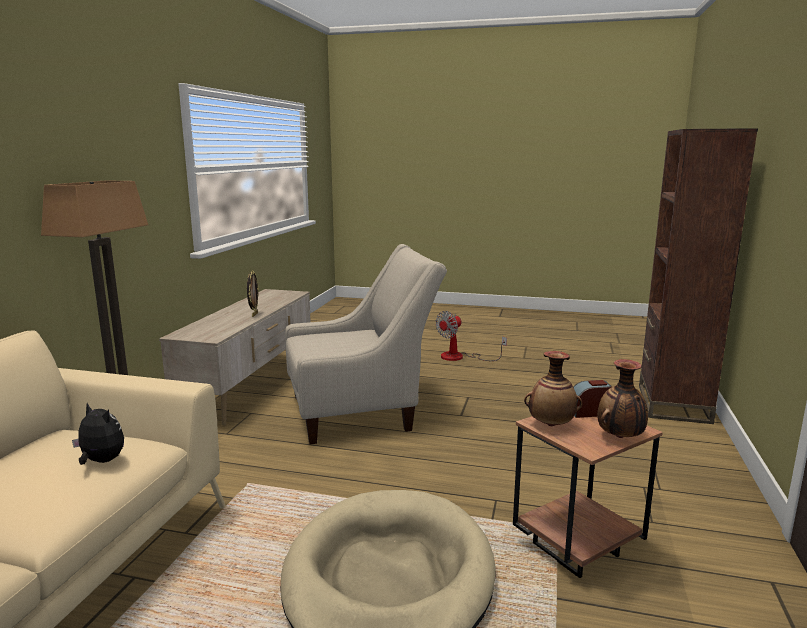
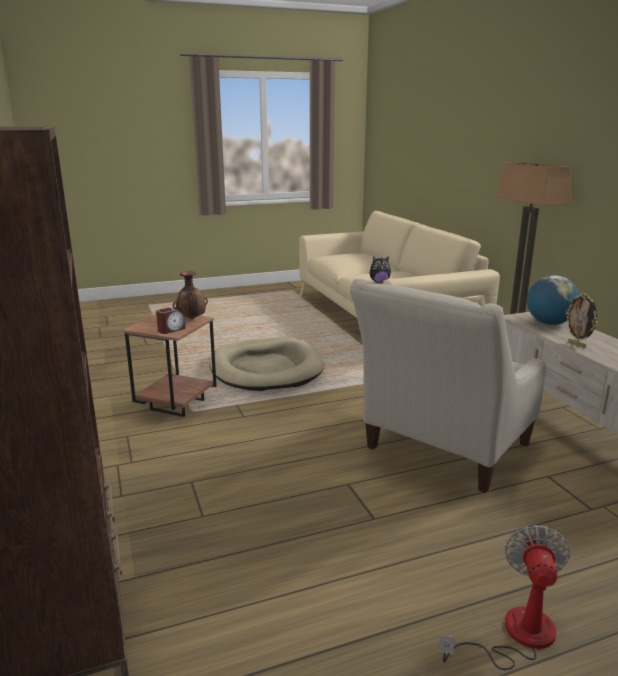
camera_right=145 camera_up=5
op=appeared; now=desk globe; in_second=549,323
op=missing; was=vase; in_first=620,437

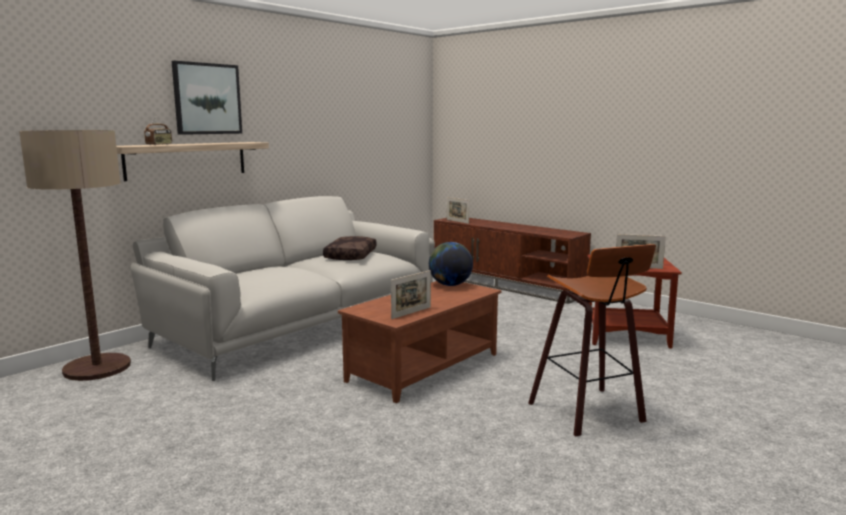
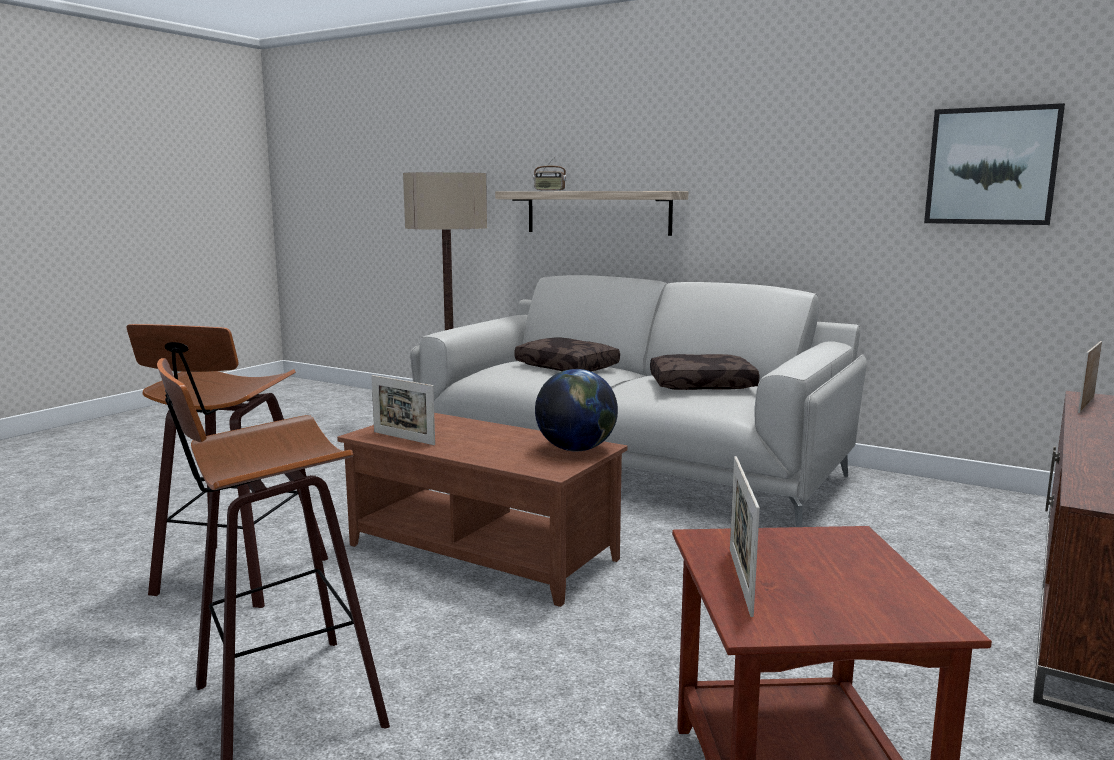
camera_right=80 camera_up=0
op=appeared; now=stool; in_second=236,578
op=appeared; now=brownish pillow; in_second=568,367
op=relocated; was=picture; in_first=207,99; in_second=991,166

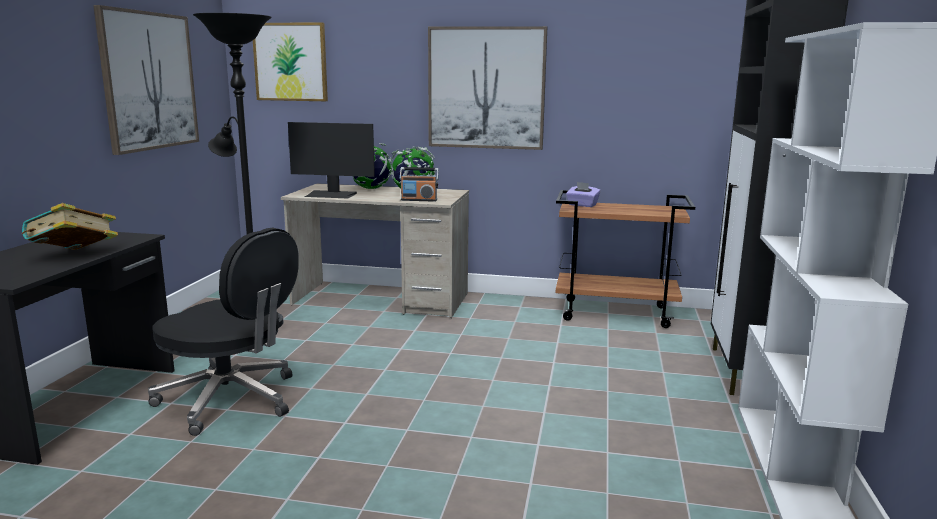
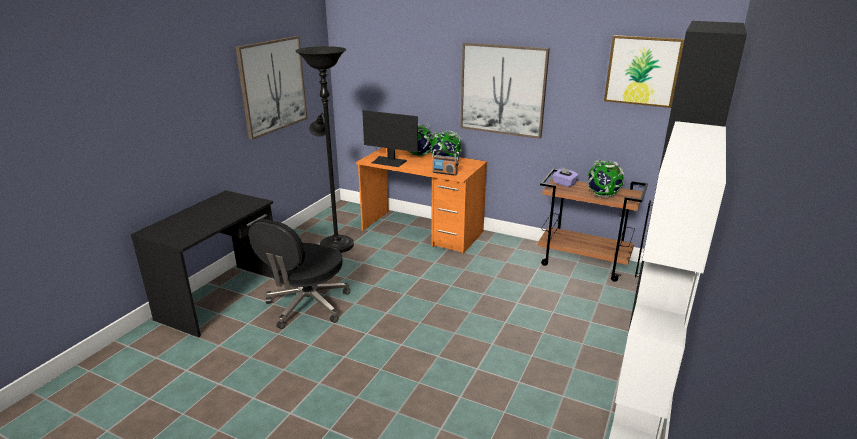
camera_right=15 camera_up=10
op=spun; was=black-coloured computer chair; in_first=231,400; in_second=307,306; clockwise=75
op=colour; was=beige-coloured desk; now=orange desk; in_first=381,299; in_second=422,231
op=appeared; now=desk globe; in_second=602,195
op=relocated; was=picture; in_first=290,62; in_second=642,71
op=missing; was=volume; in_first=74,256

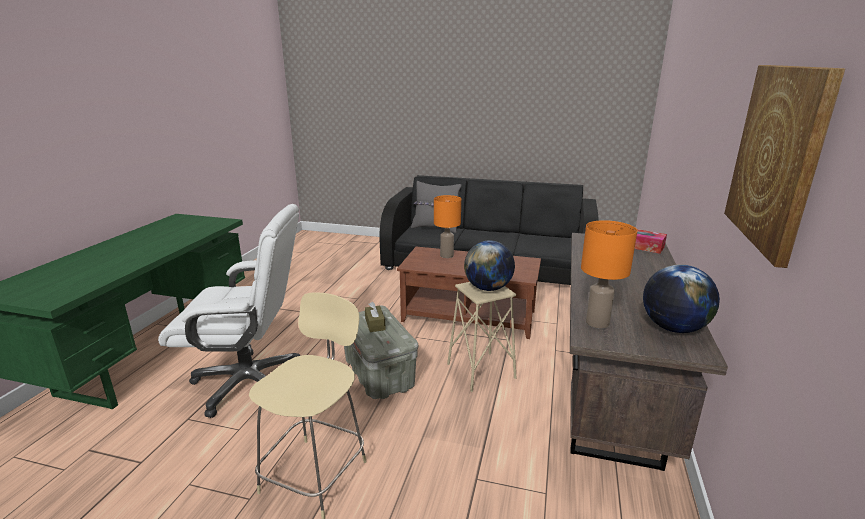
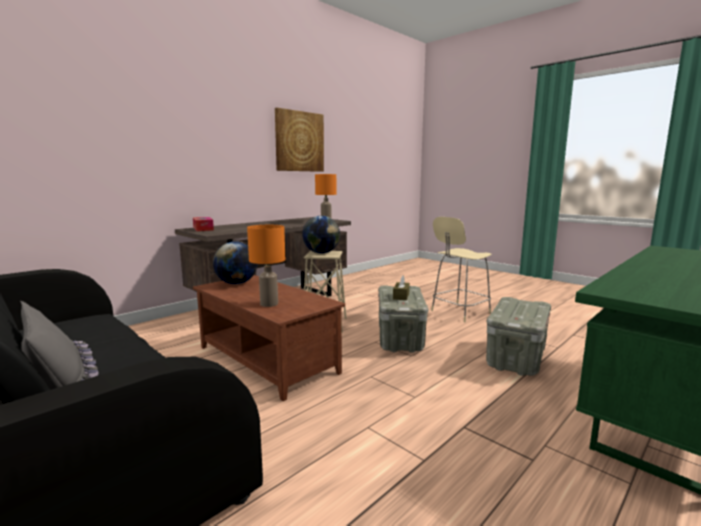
camera_right=-150 camera_up=-10
op=relocated; was=desk globe; in_first=673,328; in_second=237,283
op=exchanged; was=white computer chair; now=greyish storage box; in_first=250,382; in_second=515,358

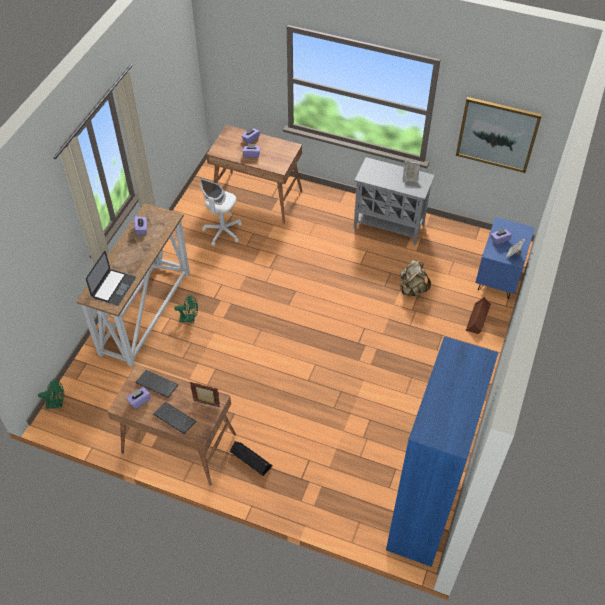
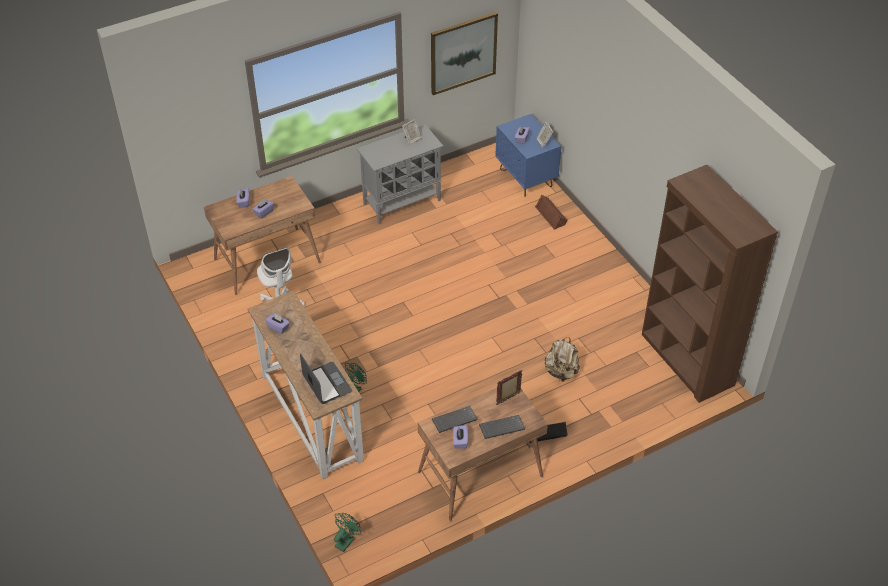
camera_right=-50 camera_up=-5
op=relocated; was=beige-coloured knapsack; in_first=412,289; in_second=561,372
op=colour; was=blue-coloured bookshelf; now=brownish bookshelf; in_first=423,511; in_second=686,360

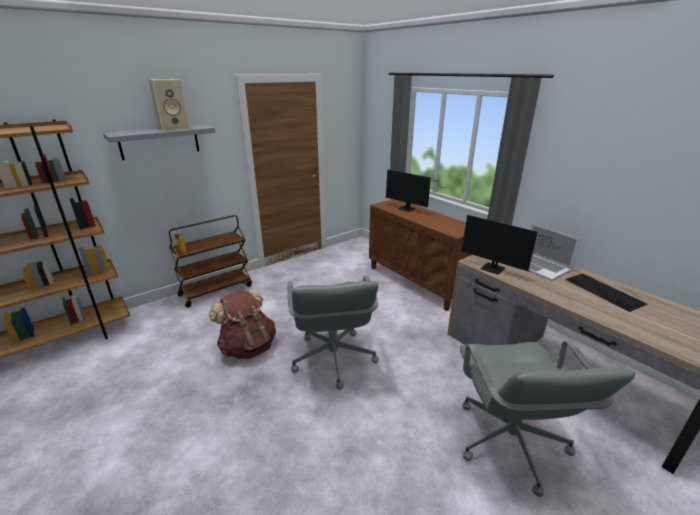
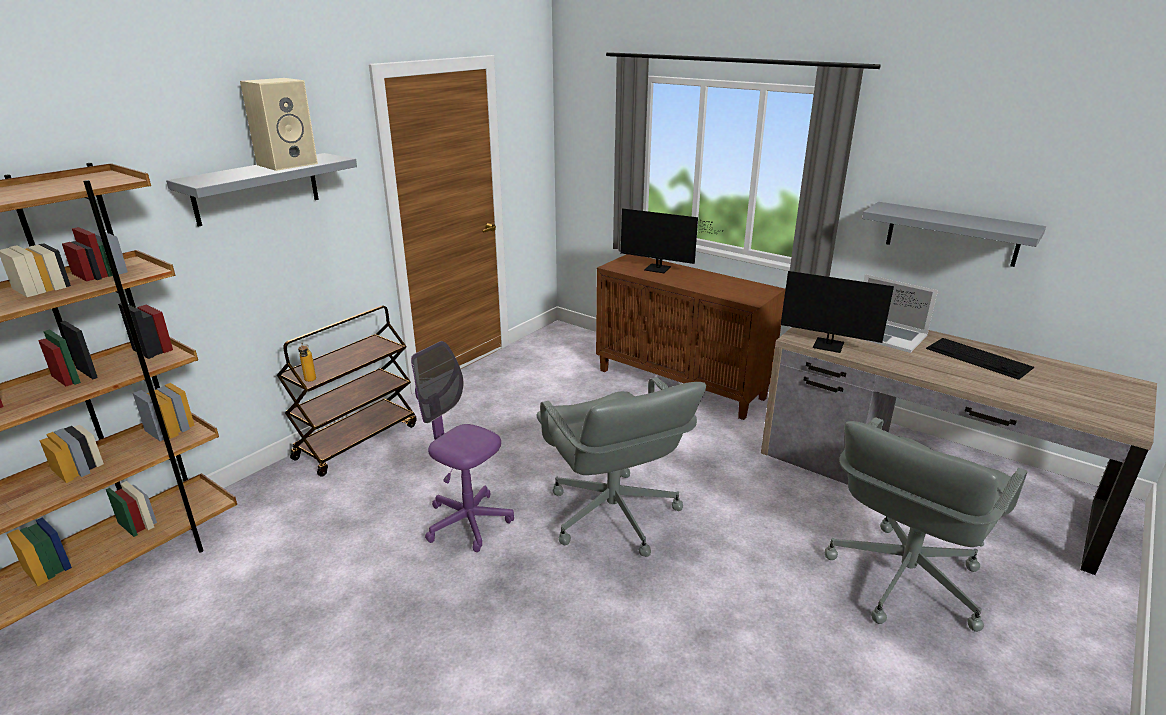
camera_right=-15 camera_up=0
op=exchanged; was=brownish knapsack; now=purple computer chair; in_first=248,347; in_second=468,522
op=spun; was=greyish computer chair; in_first=510,443; in_second=902,579; clockwise=60
op=appeared; now=greyish wall shelf; in_second=952,234

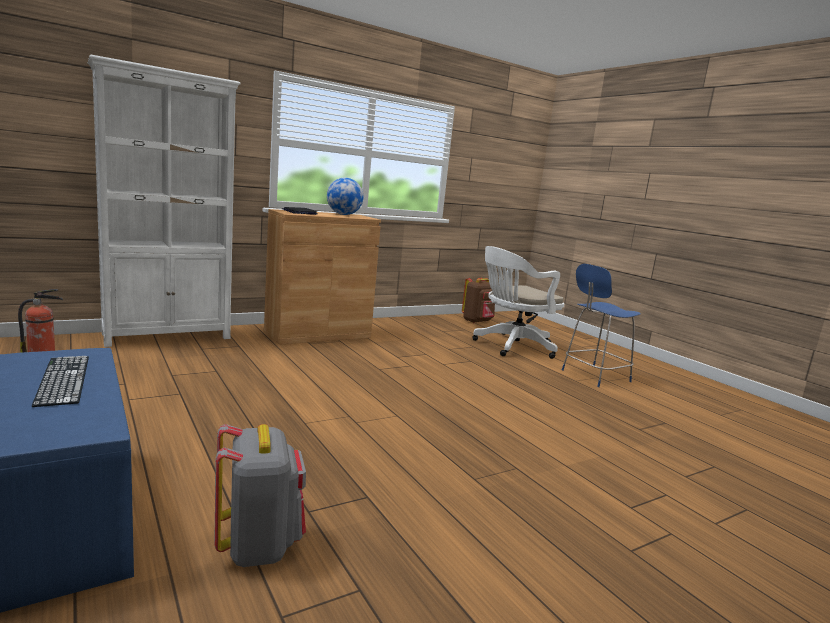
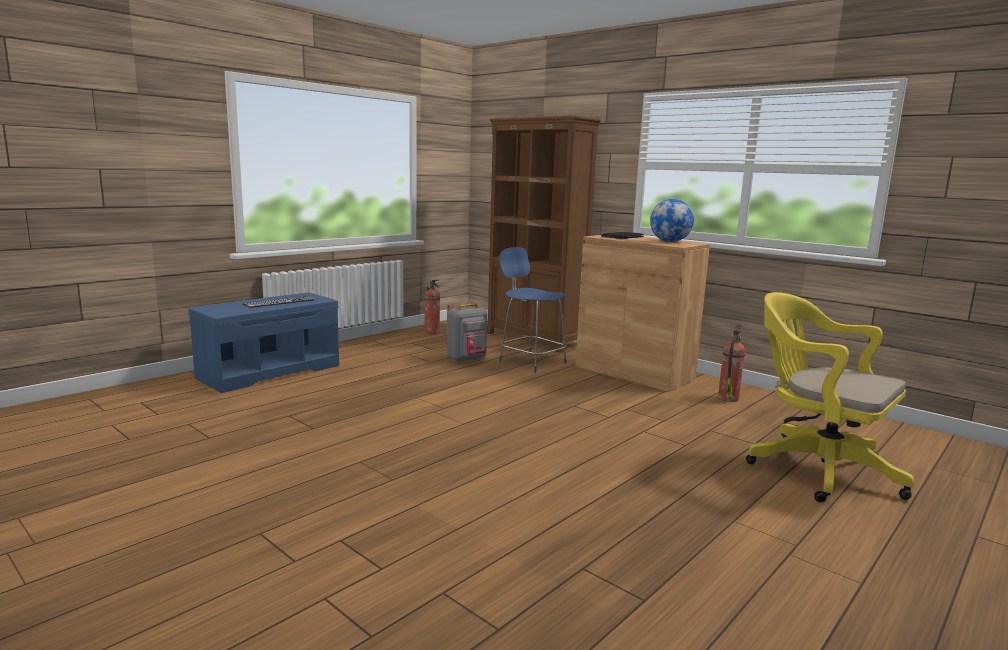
camera_right=75 camera_up=0
op=relocated; was=greyish knapsack; in_first=259,545; in_second=467,359
op=colour; was=white bookshelf; now=brownish bookshelf; in_first=168,336; in_second=534,339
op=relocated; was=blue-coloured plain chair; in_first=594,376; in_second=530,362
op=appeared; now=fire-fighting cylinder; in_second=728,398
op=colour; was=white computer chair; now=yellow-coloured computer chair; in_first=511,346; in_second=816,469
op=missing; was=brownish knapsack; in_first=477,321

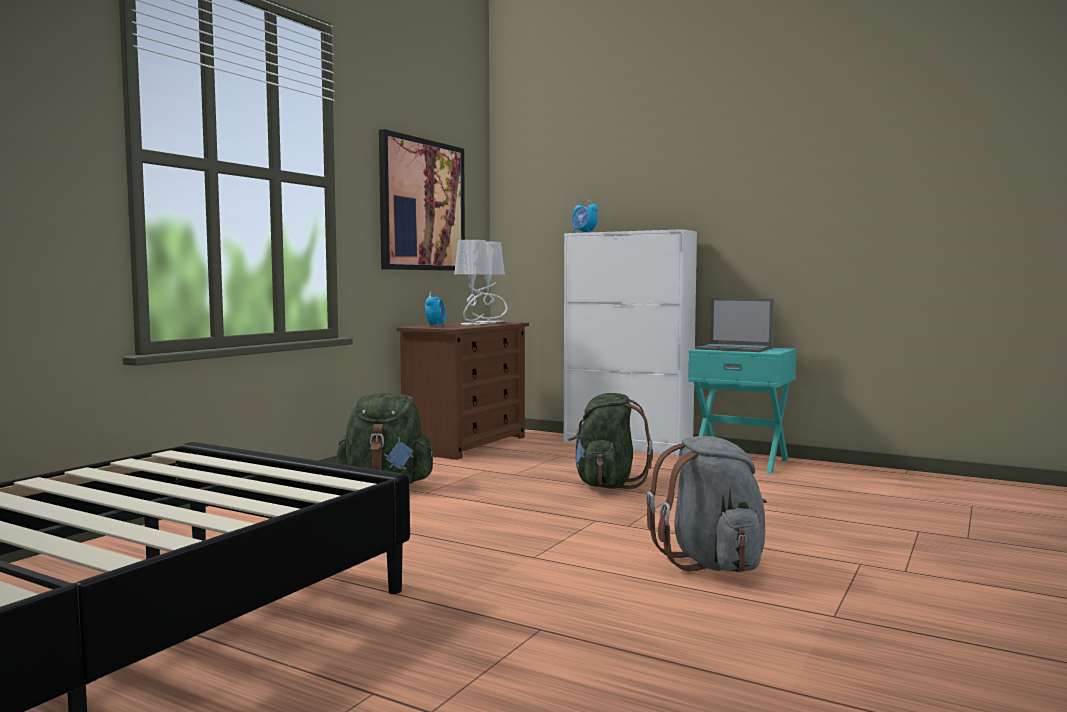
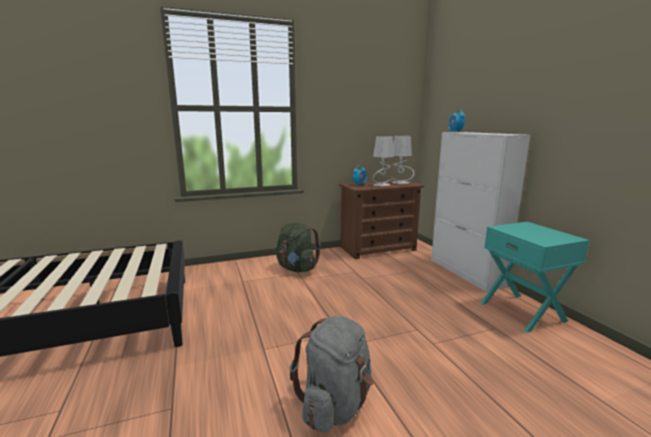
camera_right=40 camera_up=10
op=missing; was=picture; in_first=422,205
op=missing; was=greenish knapsack; in_first=607,484
op=missing; was=portable computer; in_first=735,349

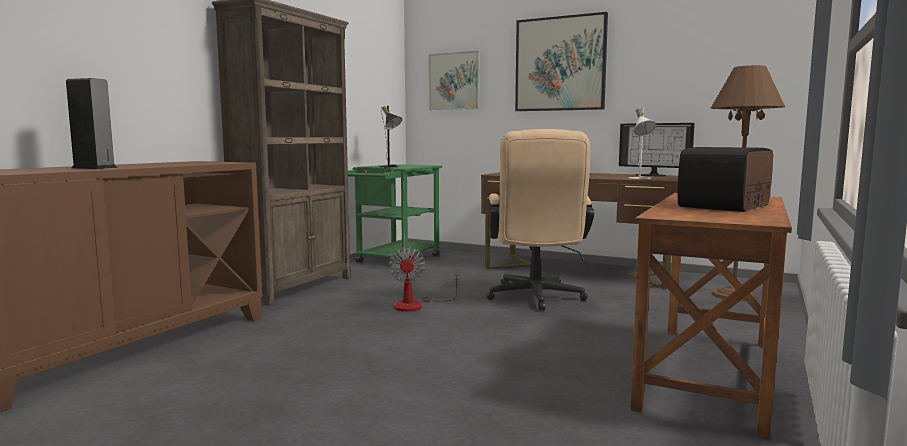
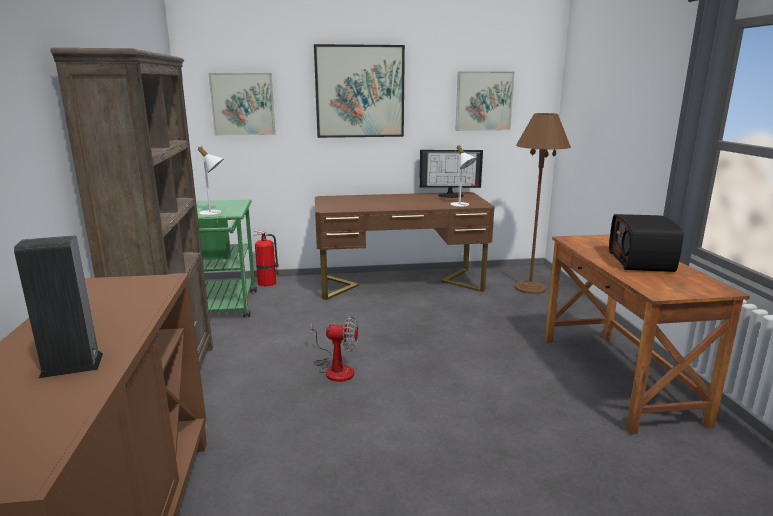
camera_right=-35 camera_up=10
op=colour; was=black-coloured table lamp; now=white table lamp; in_first=390,167; in_second=214,213
op=appeared; now=fire-fighting cylinder; in_second=268,283
op=spun; was=cooling fan; in_first=417,305; in_second=335,369; clockwise=-45
op=appeared; now=picture; in_second=484,101
op=missing; was=beige-coloured computer chair; in_first=536,298

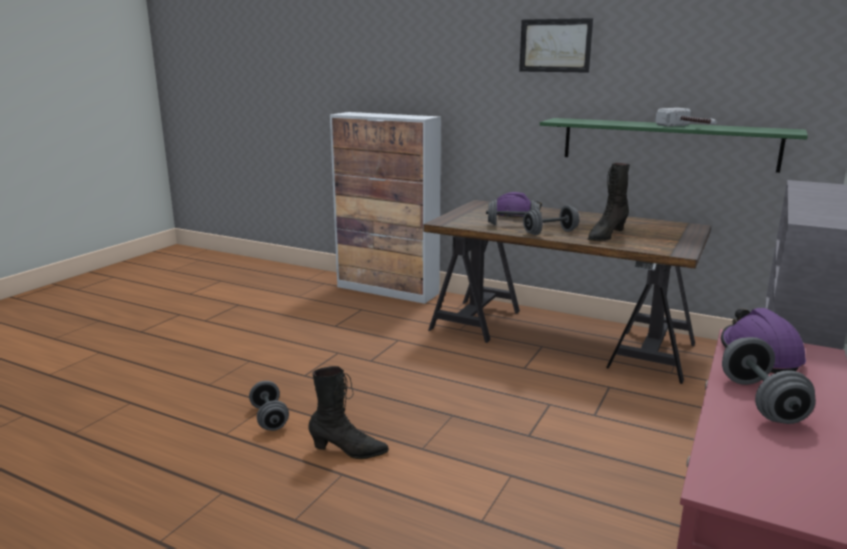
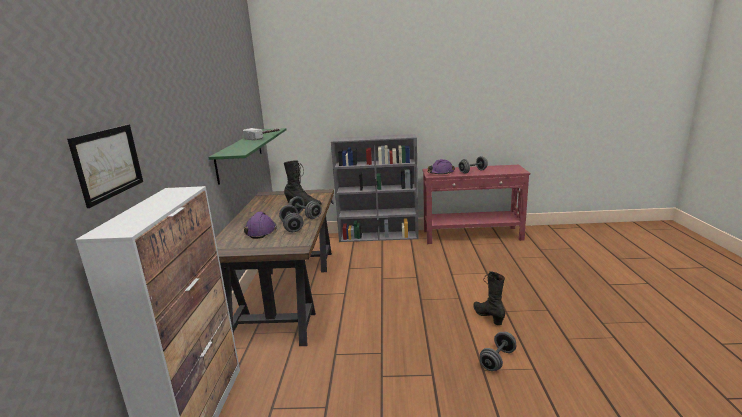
camera_right=-115 camera_up=0
op=relocated; was=picture; in_first=555,45; in_second=108,163

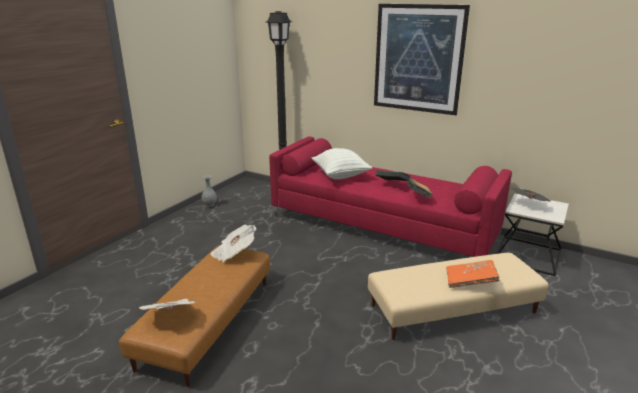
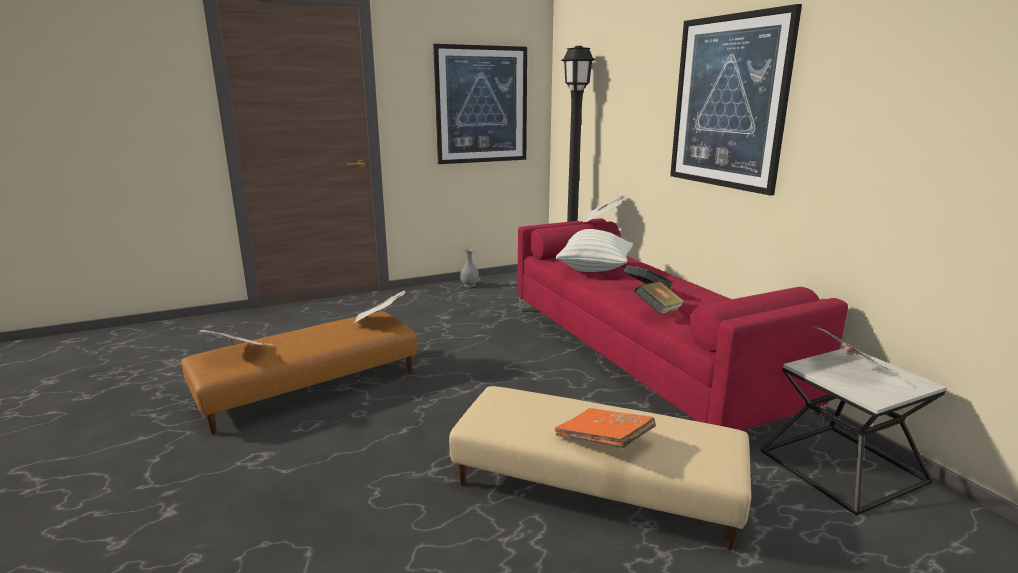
camera_right=35 camera_up=-5
op=appeared; now=picture; in_second=481,105
op=appeared; now=printed paper; in_second=599,221

